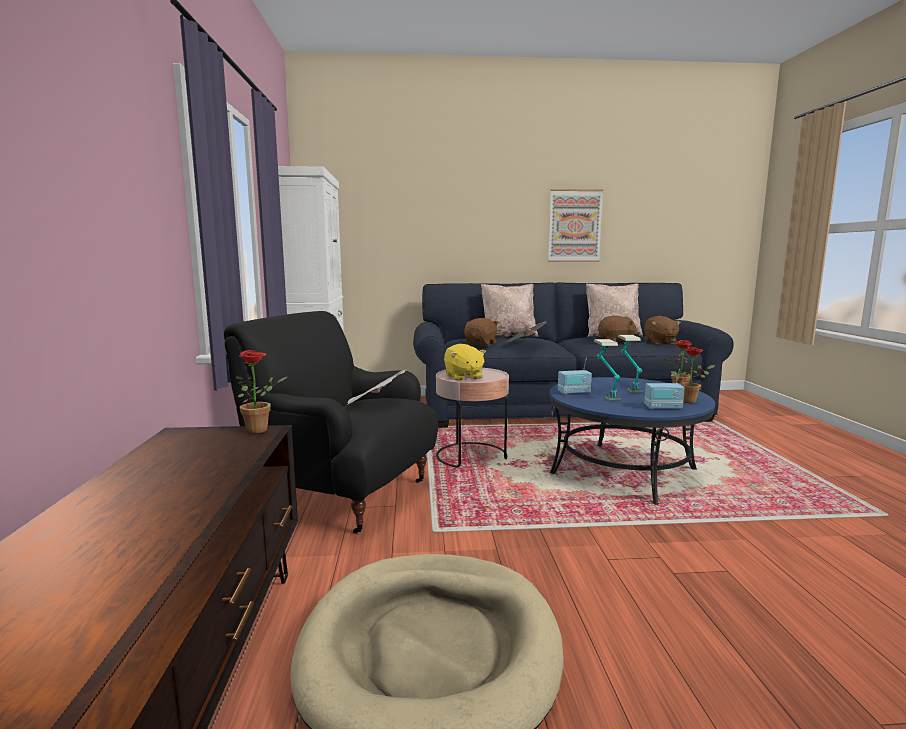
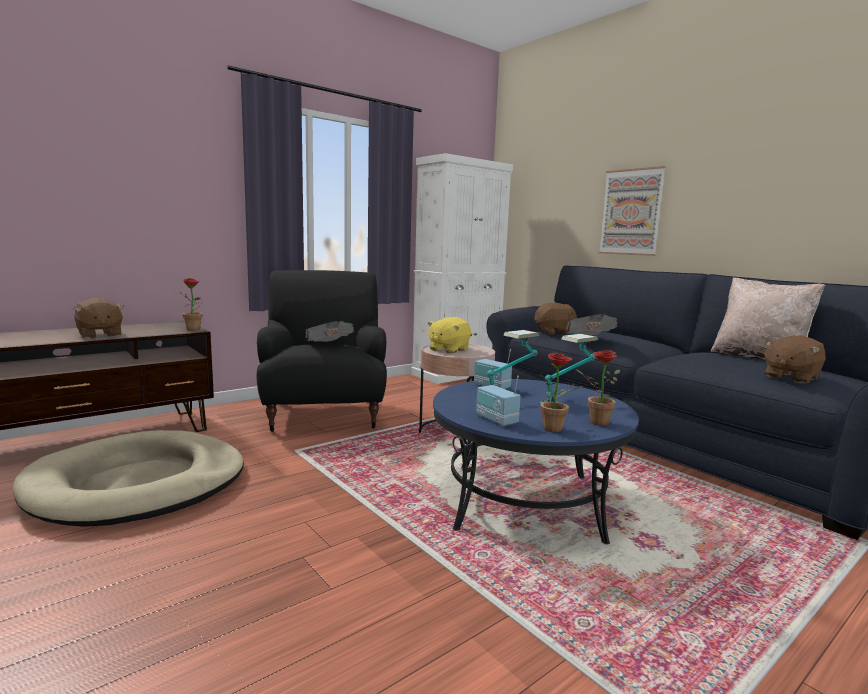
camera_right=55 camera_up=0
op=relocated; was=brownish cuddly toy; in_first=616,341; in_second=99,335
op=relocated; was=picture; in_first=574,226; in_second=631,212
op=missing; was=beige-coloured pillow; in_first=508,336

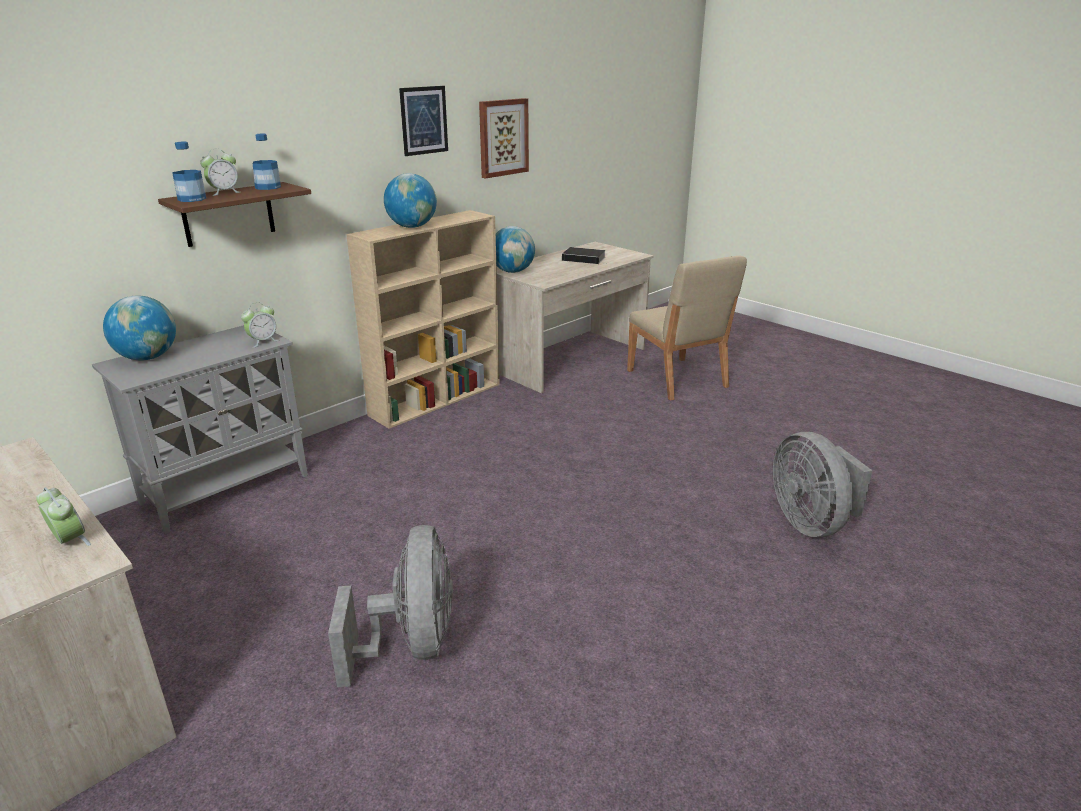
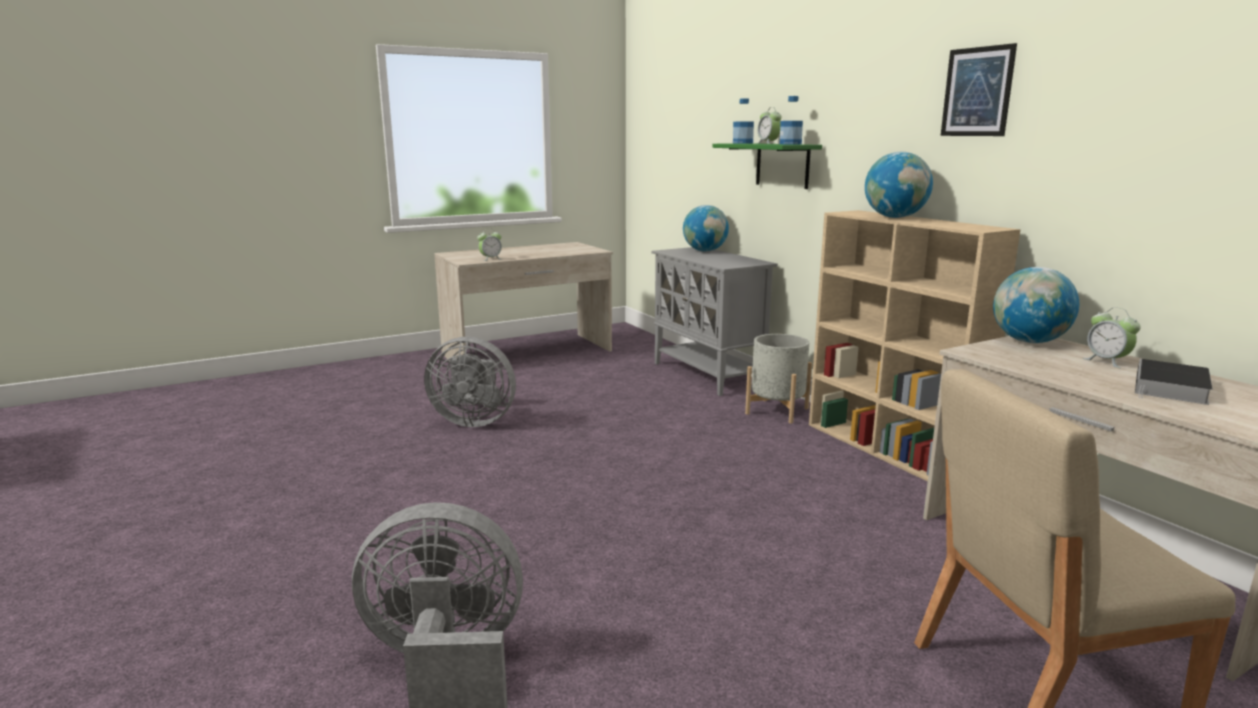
camera_right=105 camera_up=-10
op=colour; was=brownish wall shelf; now=greenish wall shelf; in_first=228,214; in_second=782,165
op=appeared; now=greyish flower pot; in_second=777,411
op=relocated; was=bedside clock; in_first=263,342; in_second=1107,361
op=missing; was=picture; in_first=503,137

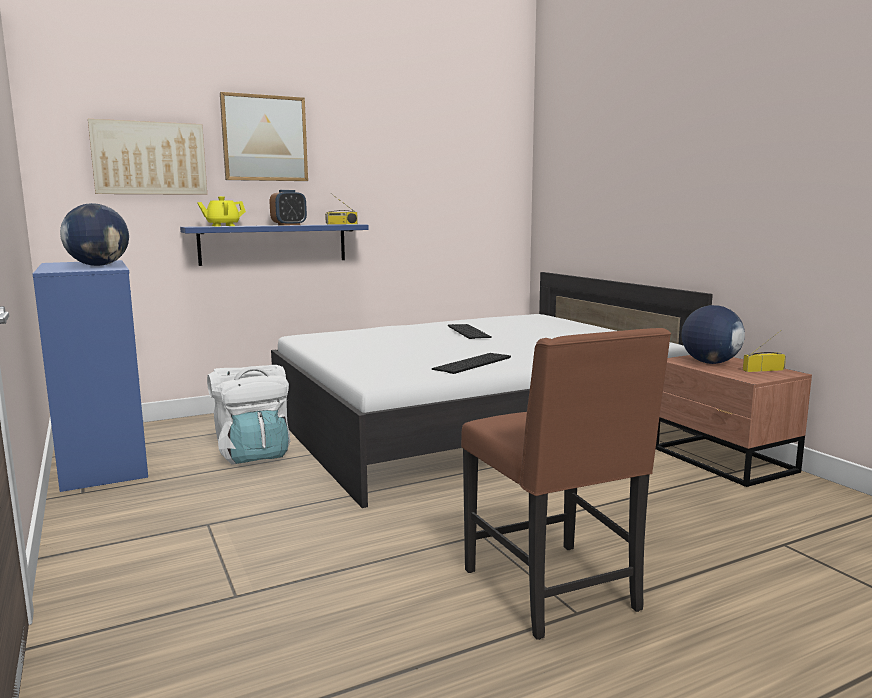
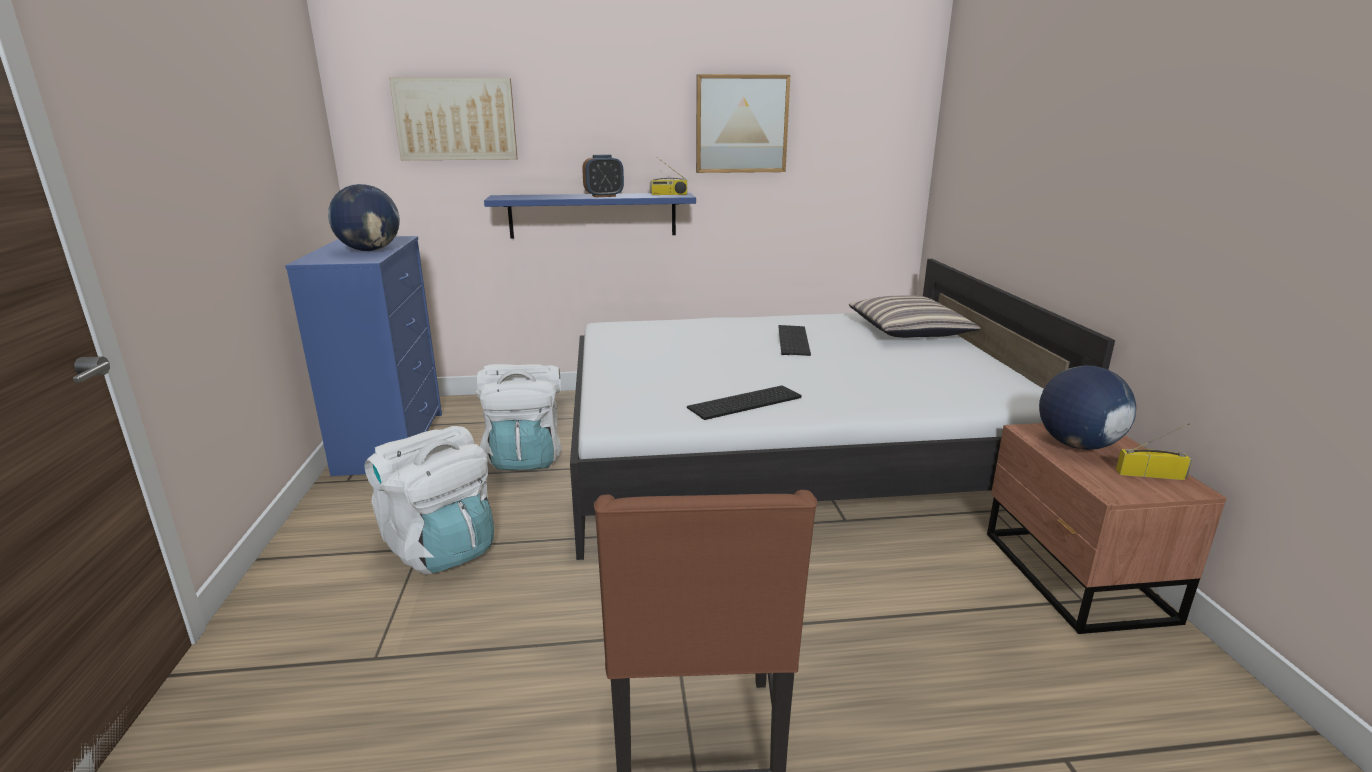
camera_right=20 camera_up=10
op=appeared; now=white knapsack; in_second=441,548
op=relocated; was=picture; in_first=264,138; in_second=741,124
op=appeared; now=pillow; in_second=909,330
op=missing; was=yellow-coloured teapot; in_first=222,226

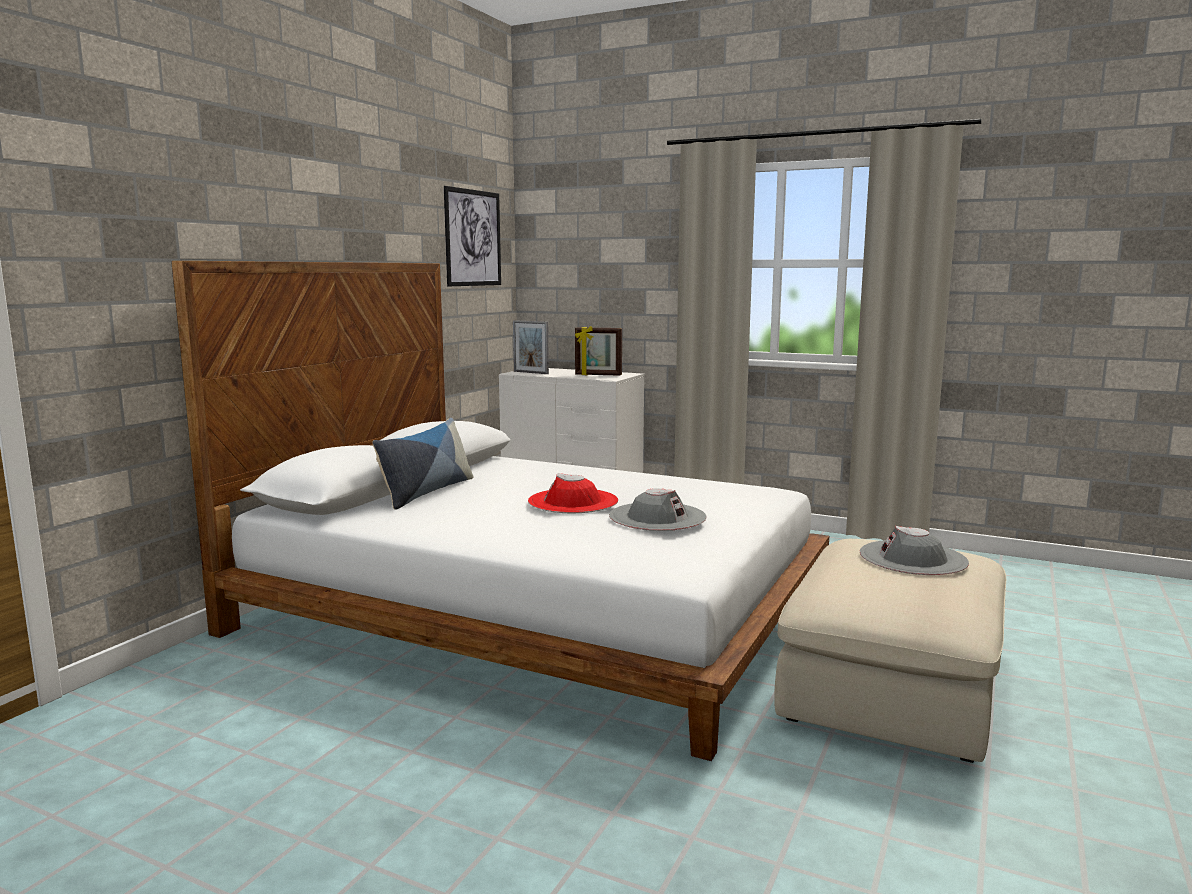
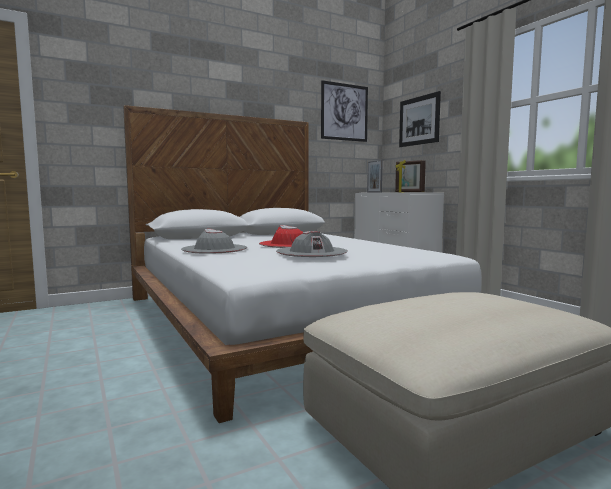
camera_right=35 camera_up=-5
op=relocated; was=greyish hat; in_first=913,558; in_second=214,249
op=appeared; now=picture; in_second=419,120
op=missing; was=pillow; in_first=427,492

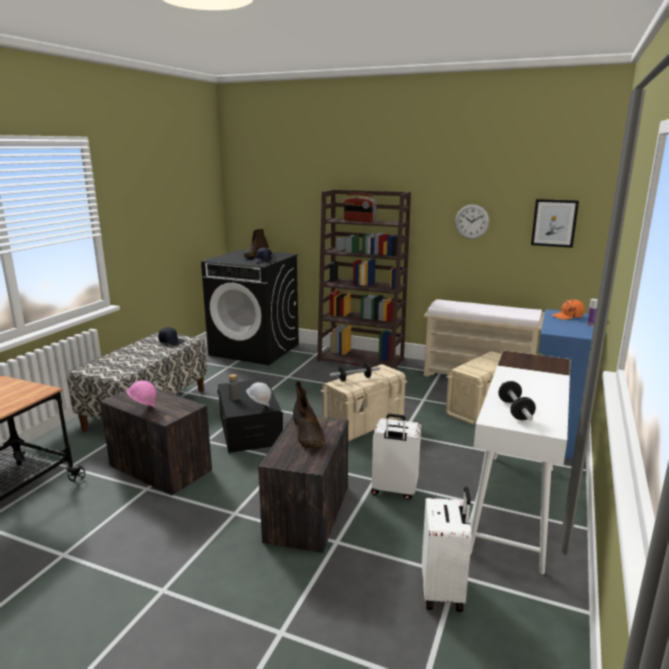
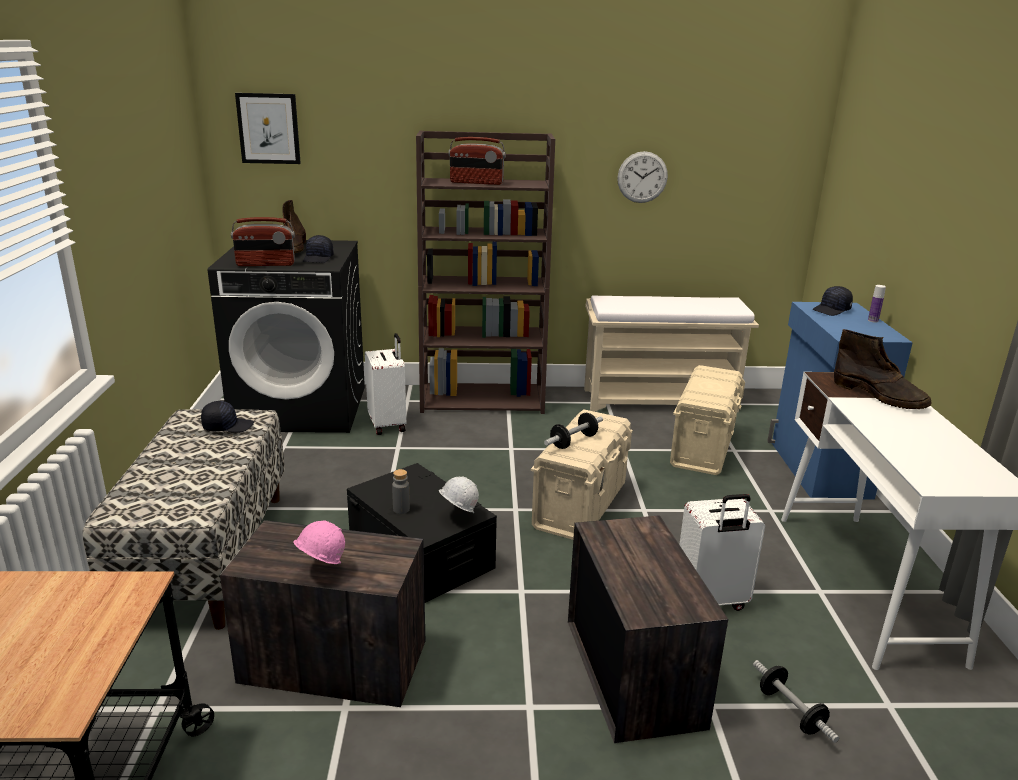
camera_right=-25 camera_up=5
op=appeared; now=radio; in_second=265,264
op=relocated; was=picture; in_first=554,223; in_second=268,128
op=relocated; was=white piece of luggage; in_first=443,591; in_second=388,424
op=relocated; was=dumbbell; in_first=515,410; in_second=790,712
op=colour; was=orange cap; now=black-coloured cap; in_first=567,316; in_second=831,310
op=relocated; was=brownish tall boot; in_first=308,434; in_second=879,396

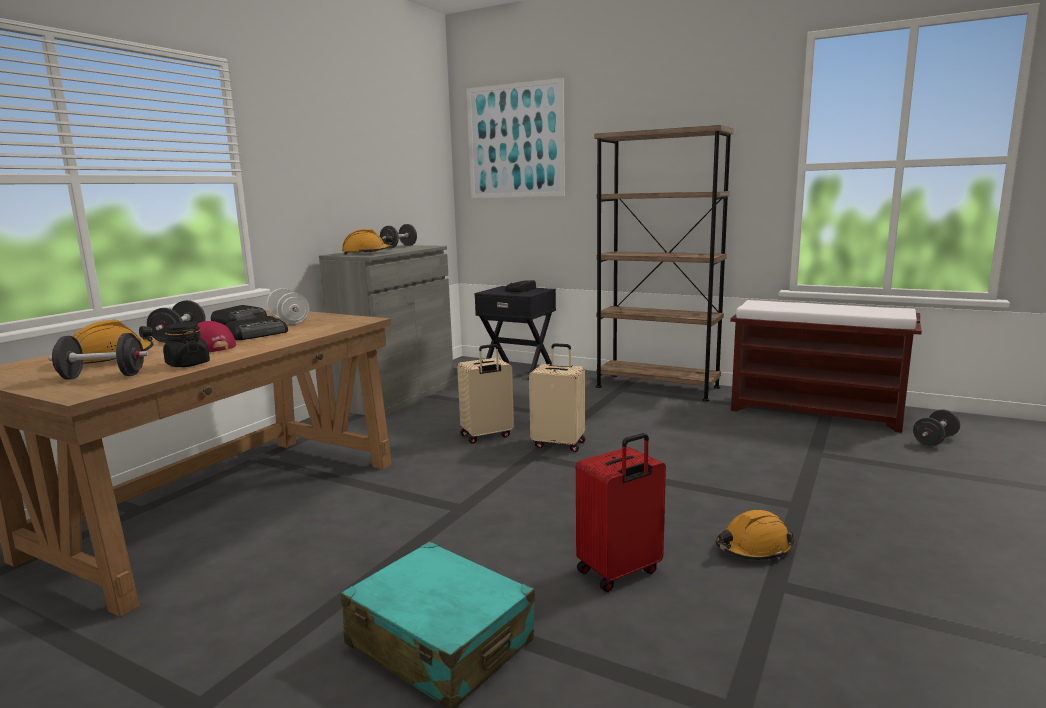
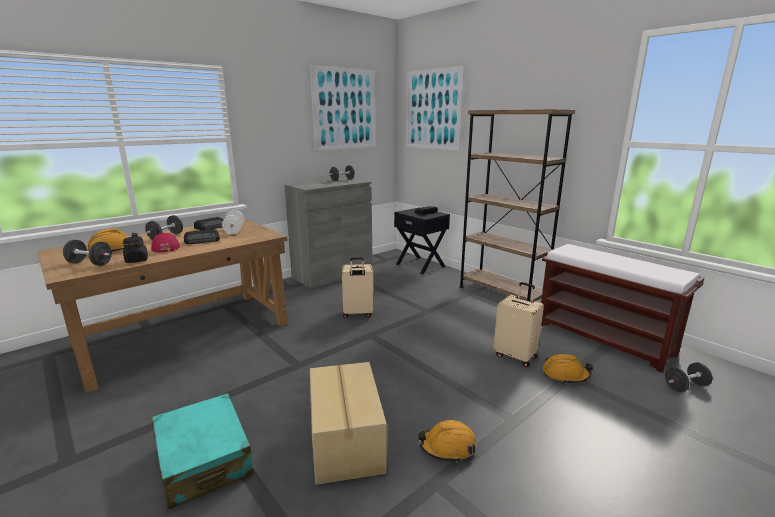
camera_right=20 camera_up=5
op=appeared; now=picture; in_second=345,109
op=exchanged; was=red piece of luggage; now=carton; in_first=619,572; in_second=344,440
op=relocated; was=beige-coloured piece of luggage; in_first=559,444; in_second=515,356
op=relocated; was=orange work helmet; in_first=367,253; in_second=565,375

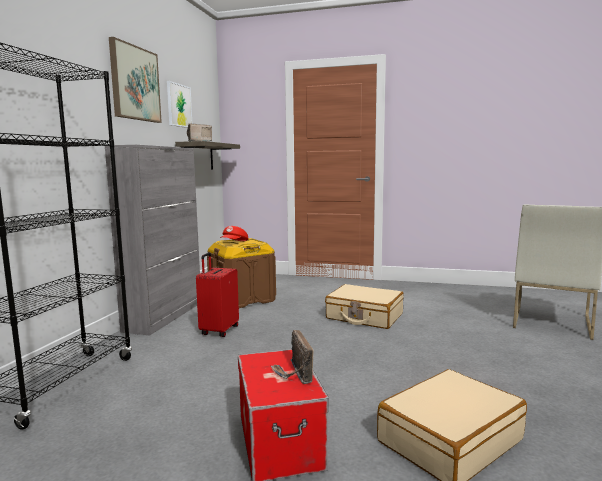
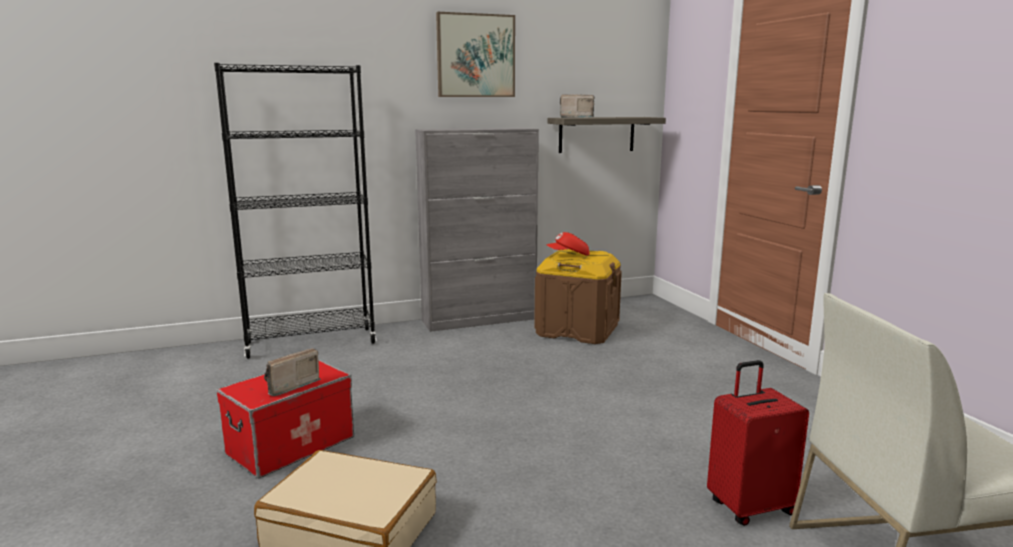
camera_right=55 camera_up=5
op=relocated; was=red piece of luggage; in_first=218,331; in_second=749,506
op=missing; was=picture; in_first=179,105
op=missing; was=beige-coloured piece of luggage; in_first=364,316

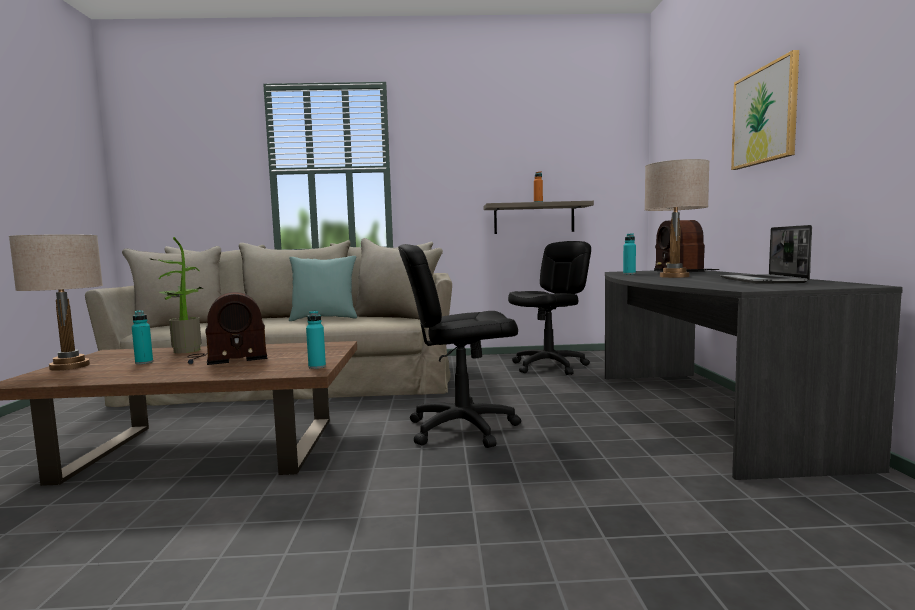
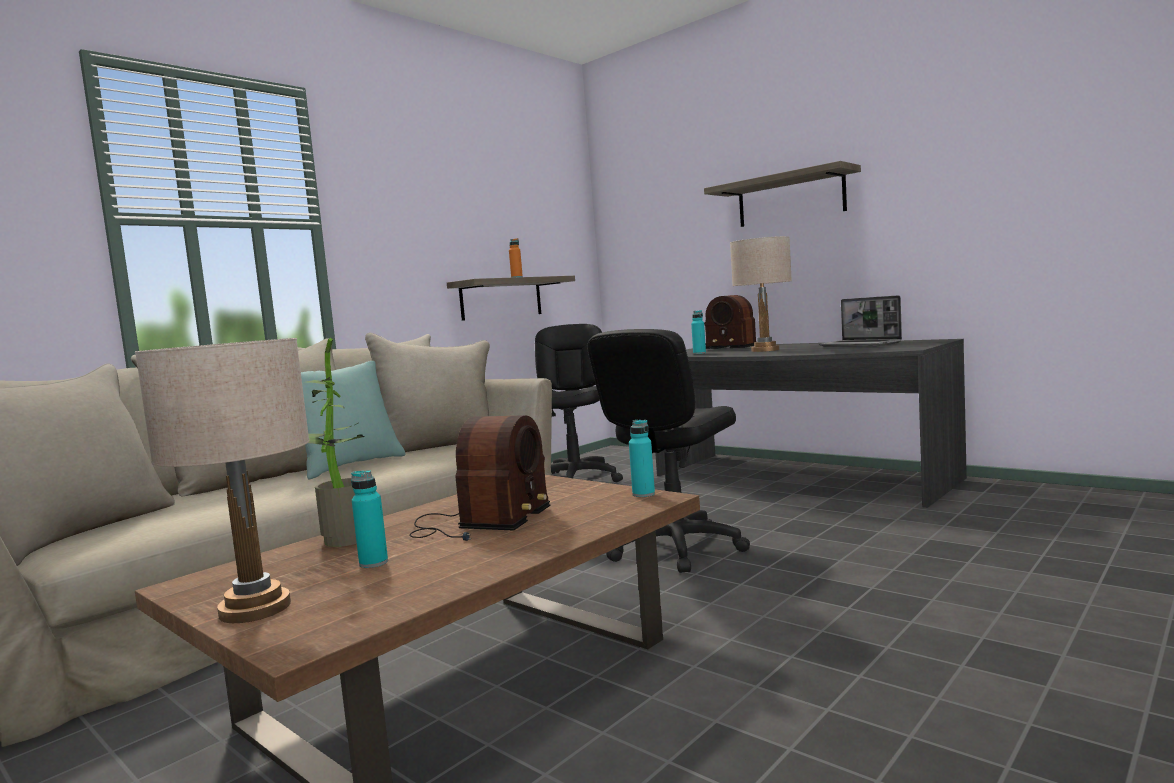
camera_right=-45 camera_up=0
op=exchanged; was=picture; now=wall shelf; in_first=764,115; in_second=790,199

